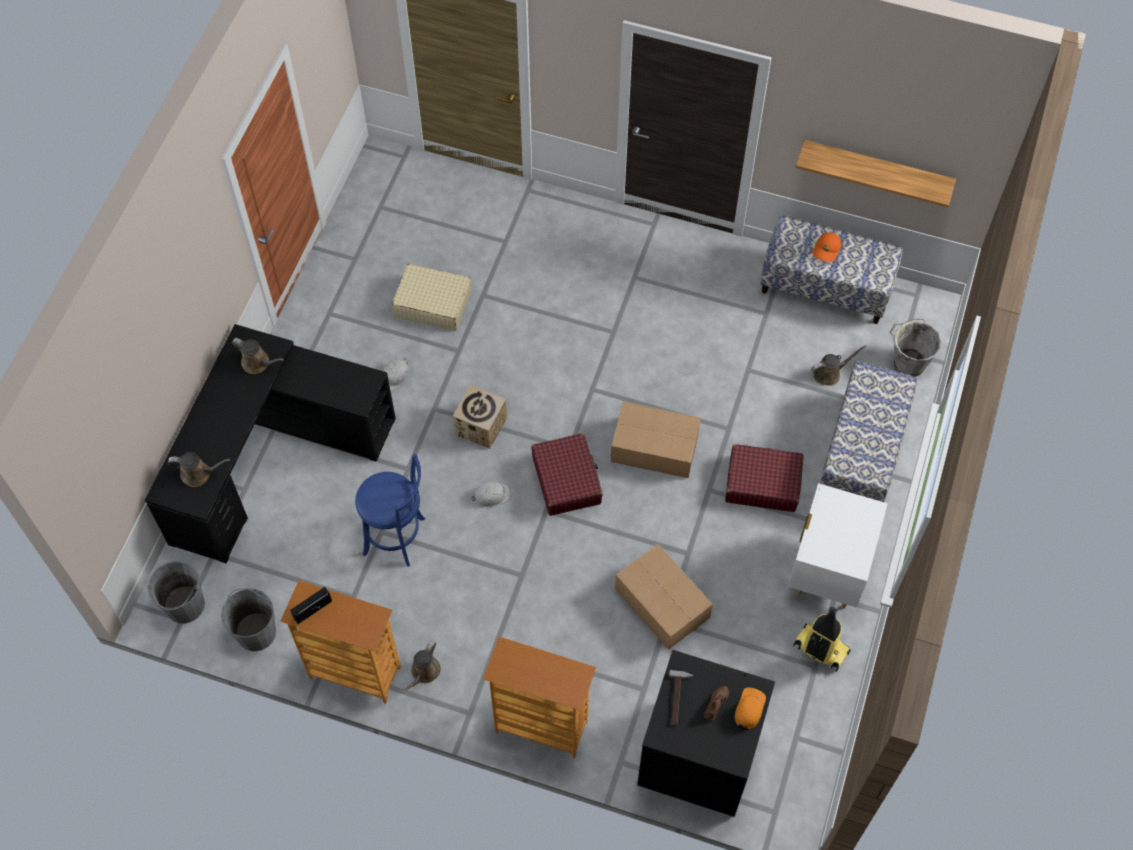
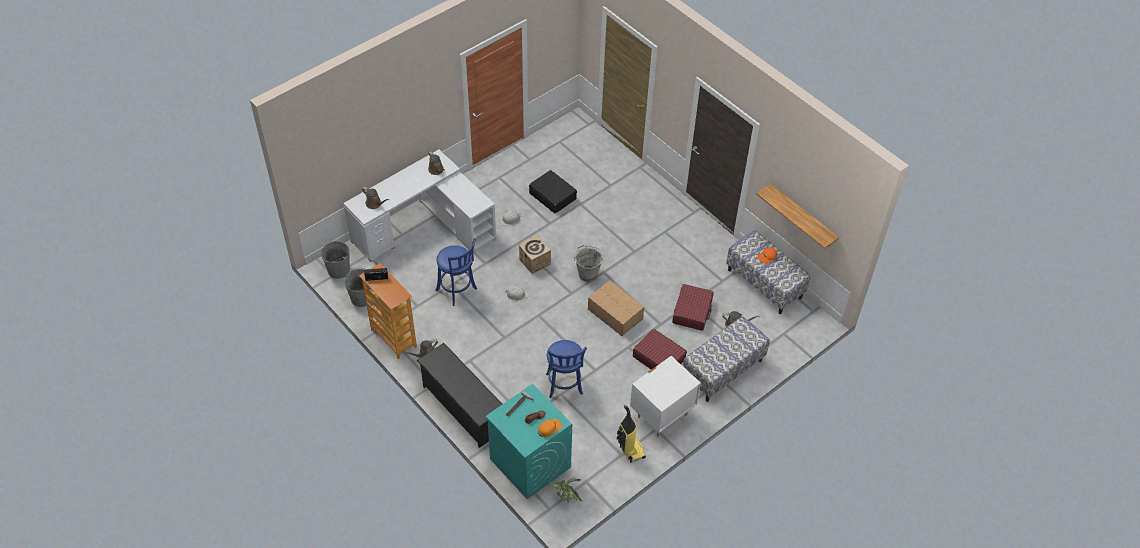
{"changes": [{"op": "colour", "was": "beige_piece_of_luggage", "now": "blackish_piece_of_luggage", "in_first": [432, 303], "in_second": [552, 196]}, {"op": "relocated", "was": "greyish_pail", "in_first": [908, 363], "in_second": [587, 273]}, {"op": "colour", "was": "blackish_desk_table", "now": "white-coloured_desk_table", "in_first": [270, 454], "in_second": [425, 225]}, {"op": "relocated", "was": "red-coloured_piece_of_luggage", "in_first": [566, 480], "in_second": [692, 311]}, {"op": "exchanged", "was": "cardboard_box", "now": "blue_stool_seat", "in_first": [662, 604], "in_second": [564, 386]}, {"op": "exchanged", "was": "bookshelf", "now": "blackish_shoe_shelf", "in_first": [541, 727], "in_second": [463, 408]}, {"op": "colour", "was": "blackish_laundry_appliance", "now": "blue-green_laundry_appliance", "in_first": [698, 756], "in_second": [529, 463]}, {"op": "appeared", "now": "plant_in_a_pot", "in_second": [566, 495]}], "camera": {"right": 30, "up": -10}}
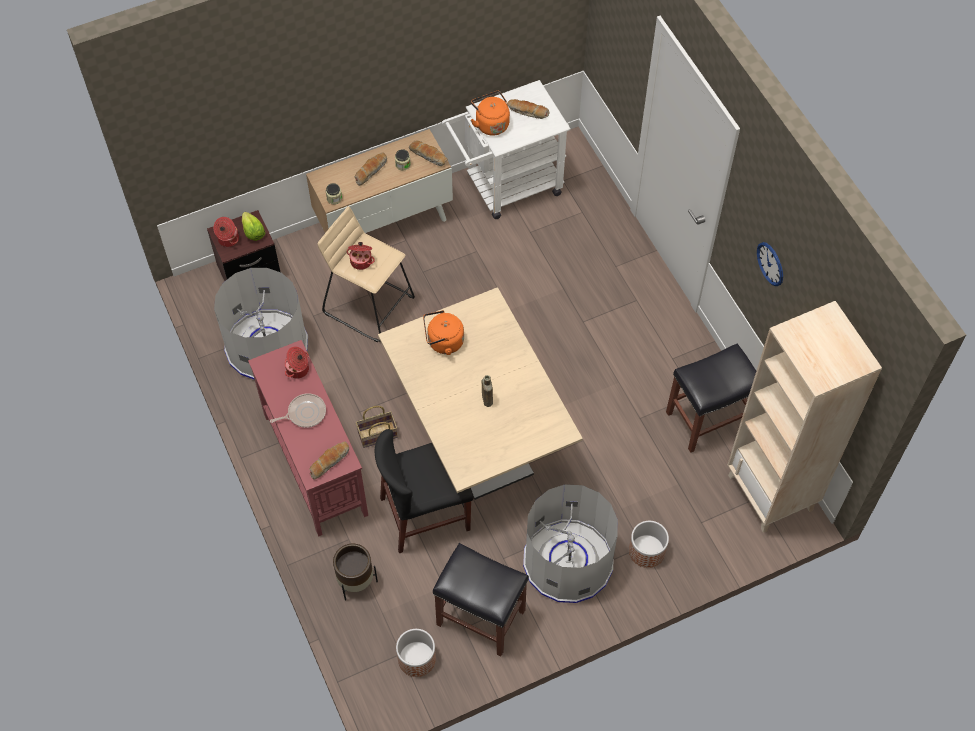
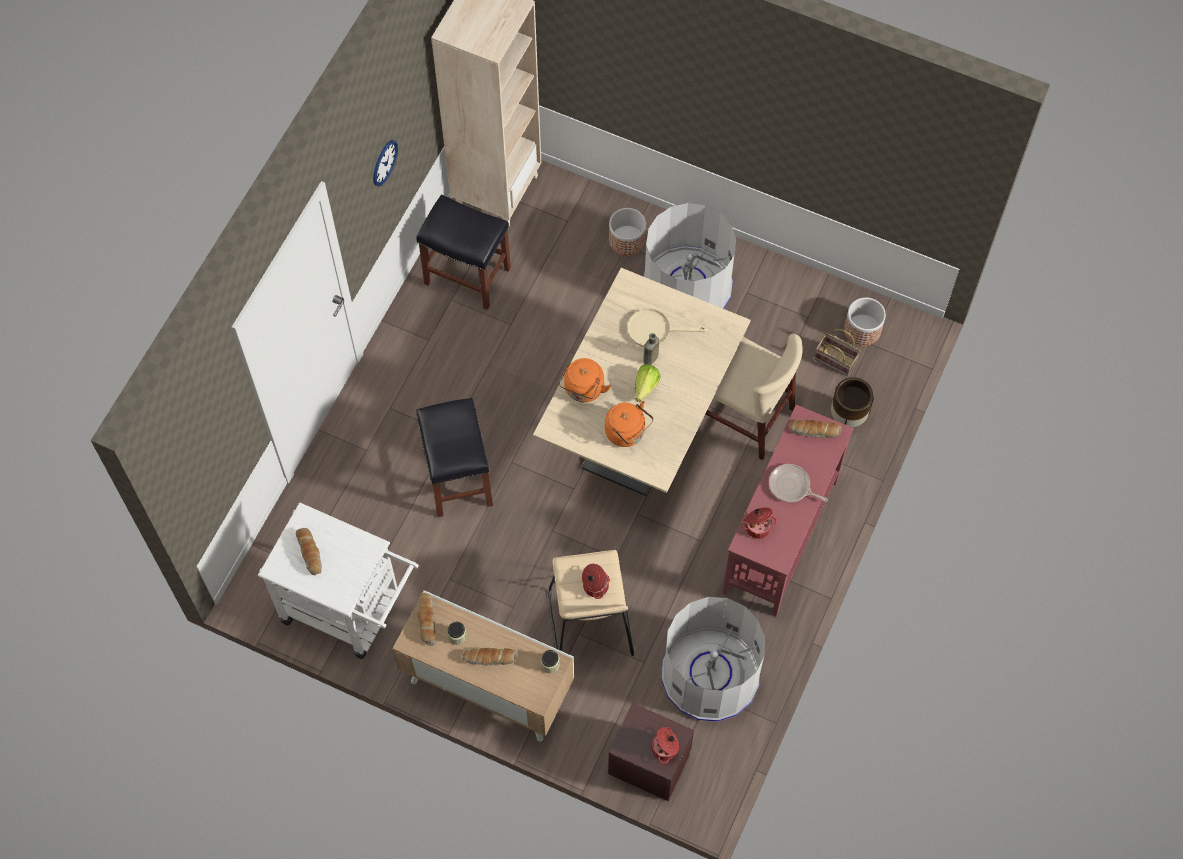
{"changes": [{"op": "relocated", "was": "orangey_kettle", "in_first": [491, 123], "in_second": [583, 390]}, {"op": "relocated", "was": "lettuce", "in_first": [253, 232], "in_second": [645, 387]}, {"op": "relocated", "was": "storage_basket", "in_first": [377, 435], "in_second": [837, 360]}, {"op": "colour", "was": "blackish_plain_chair", "now": "beige_plain_chair", "in_first": [425, 514], "in_second": [744, 416]}, {"op": "relocated", "was": "blackish_stool_seat", "in_first": [482, 617], "in_second": [457, 477]}, {"op": "appeared", "now": "beige_frying_pan", "in_second": [655, 329]}], "camera": {"right": -130, "up": 5}}
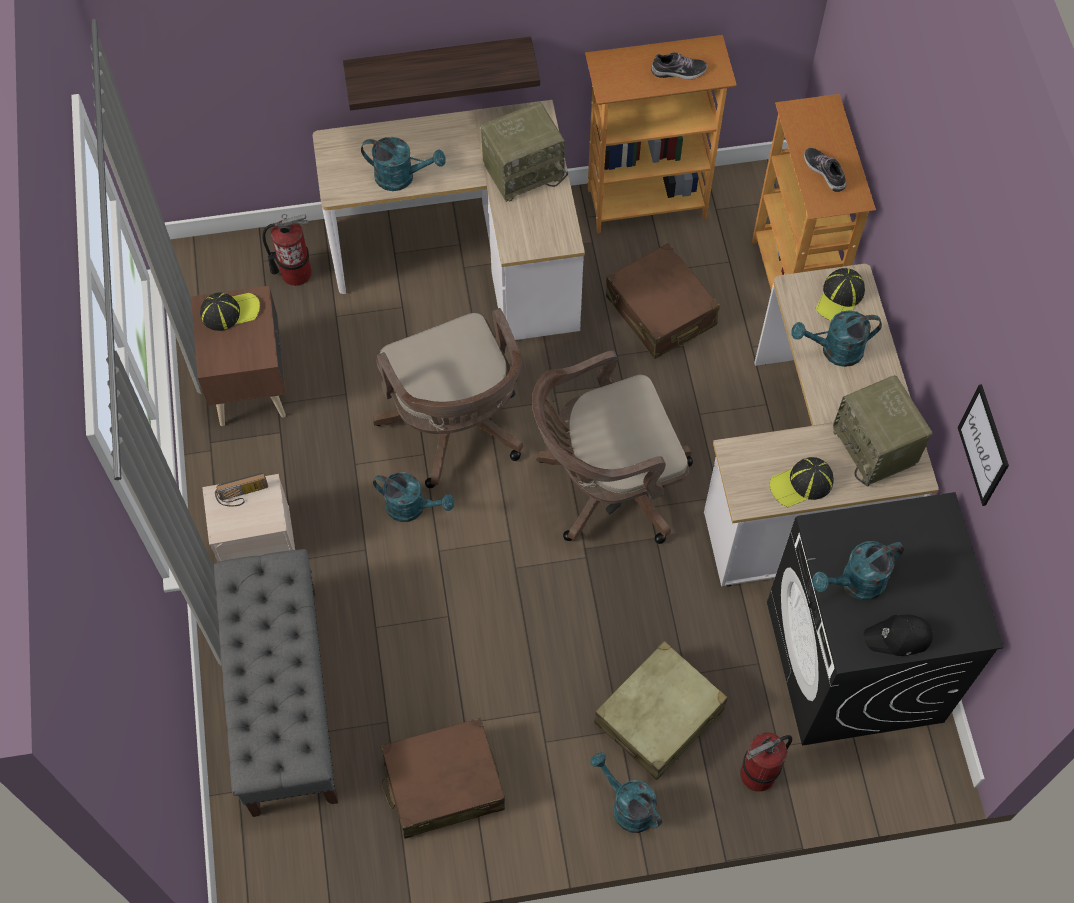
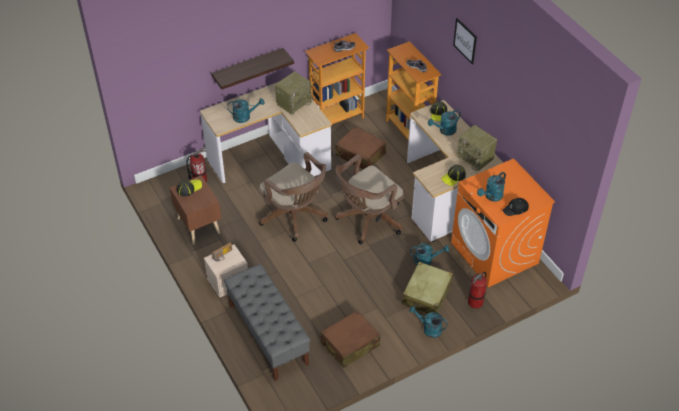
{"changes": [{"op": "relocated", "was": "wall_art", "in_first": [983, 445], "in_second": [465, 41]}, {"op": "relocated", "was": "blue-green_watering_can", "in_first": [412, 507], "in_second": [426, 260]}, {"op": "colour", "was": "blackish_laundry_appliance", "now": "orangey_laundry_appliance", "in_first": [854, 662], "in_second": [495, 253]}], "camera": {"right": -20, "up": -15}}
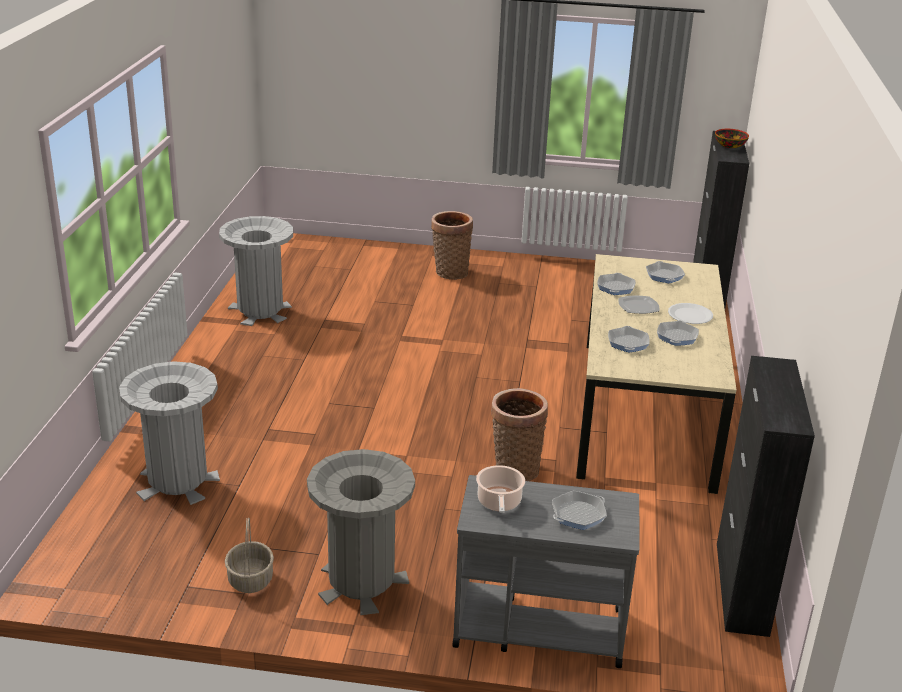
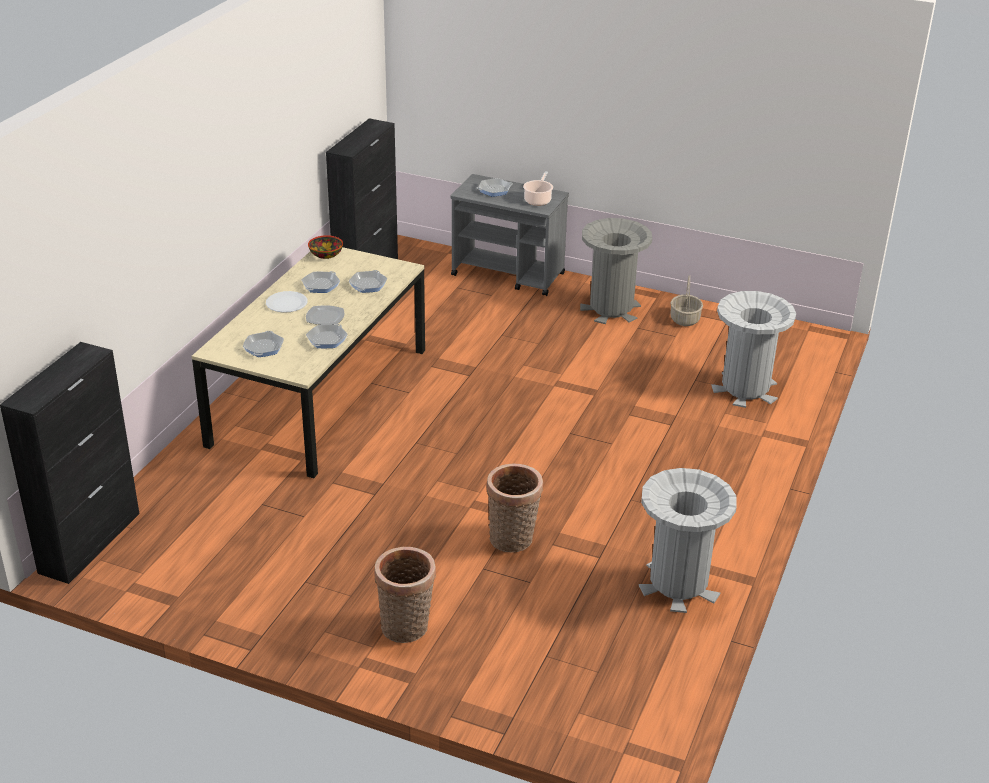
{"changes": [{"op": "relocated", "was": "bowl", "in_first": [730, 145], "in_second": [325, 255]}, {"op": "relocated", "was": "storage_basket", "in_first": [514, 468], "in_second": [513, 540]}], "camera": {"right": -165, "up": 5}}
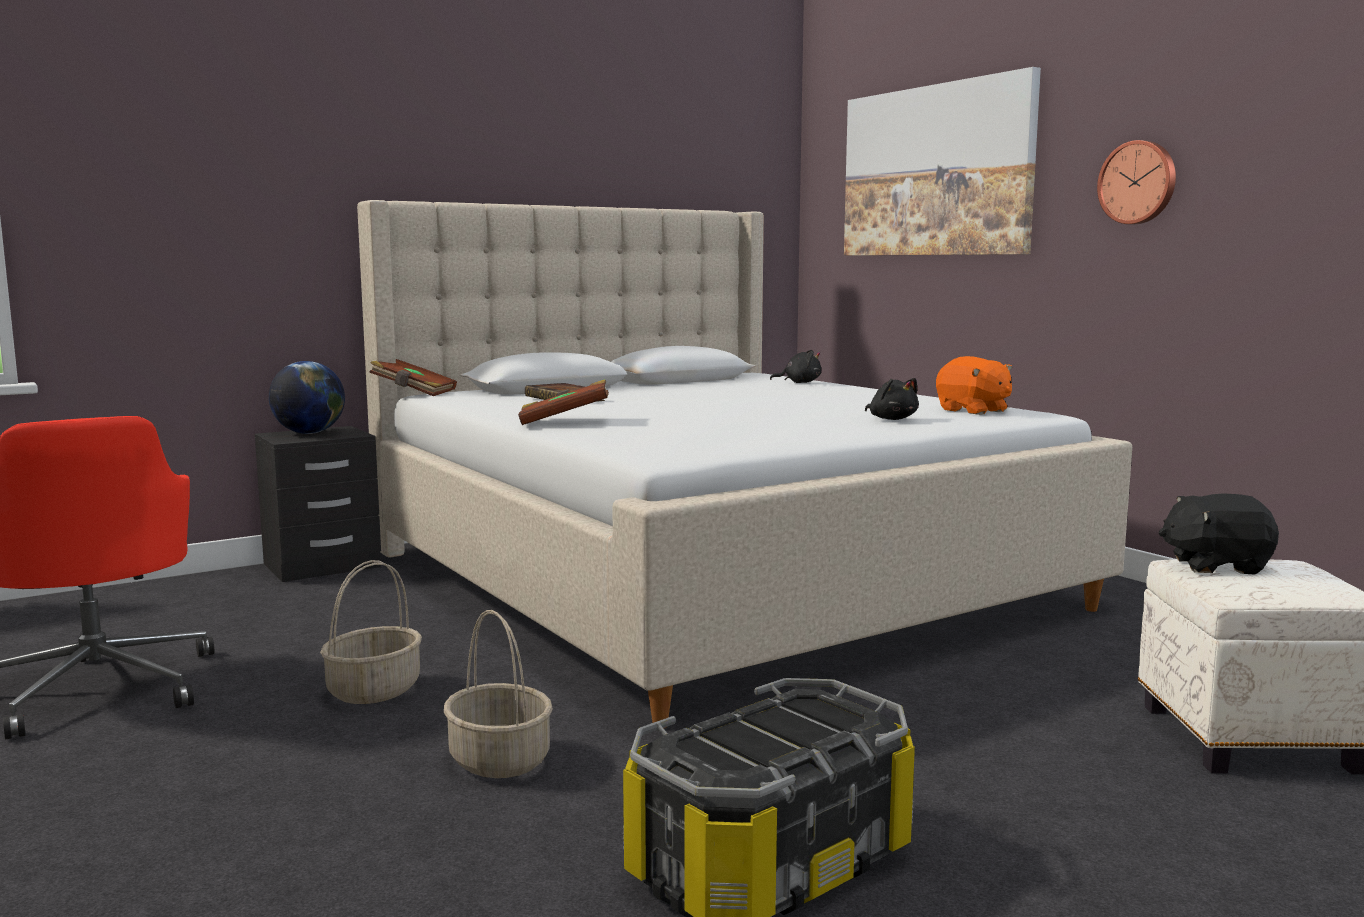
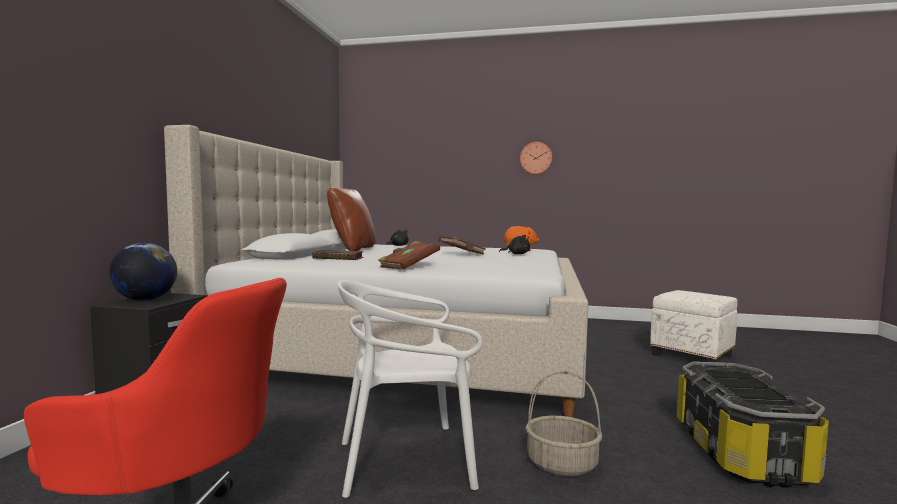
{"changes": [{"op": "missing", "was": "wall_art", "in_first": [936, 171]}, {"op": "relocated", "was": "brown_book", "in_first": [413, 393], "in_second": [462, 254]}, {"op": "missing", "was": "blackish_soft_toy", "in_first": [1215, 566]}, {"op": "exchanged", "was": "storage_basket", "now": "white-coloured_plain_chair", "in_first": [374, 690], "in_second": [406, 461]}, {"op": "appeared", "now": "brown_pillow", "in_second": [353, 249]}], "camera": {"right": -45, "up": -5}}
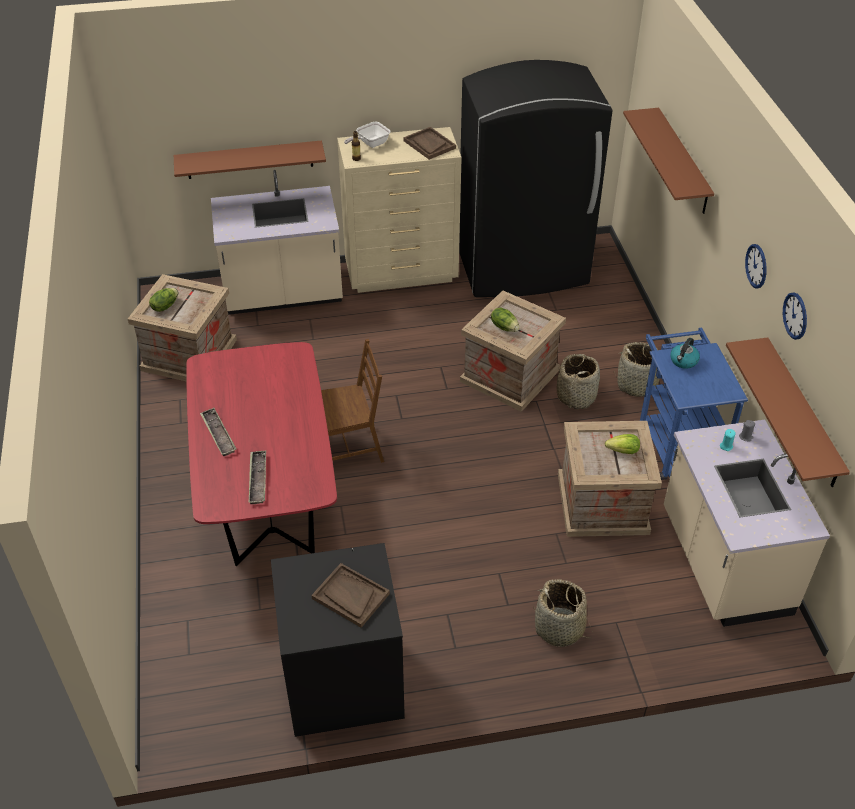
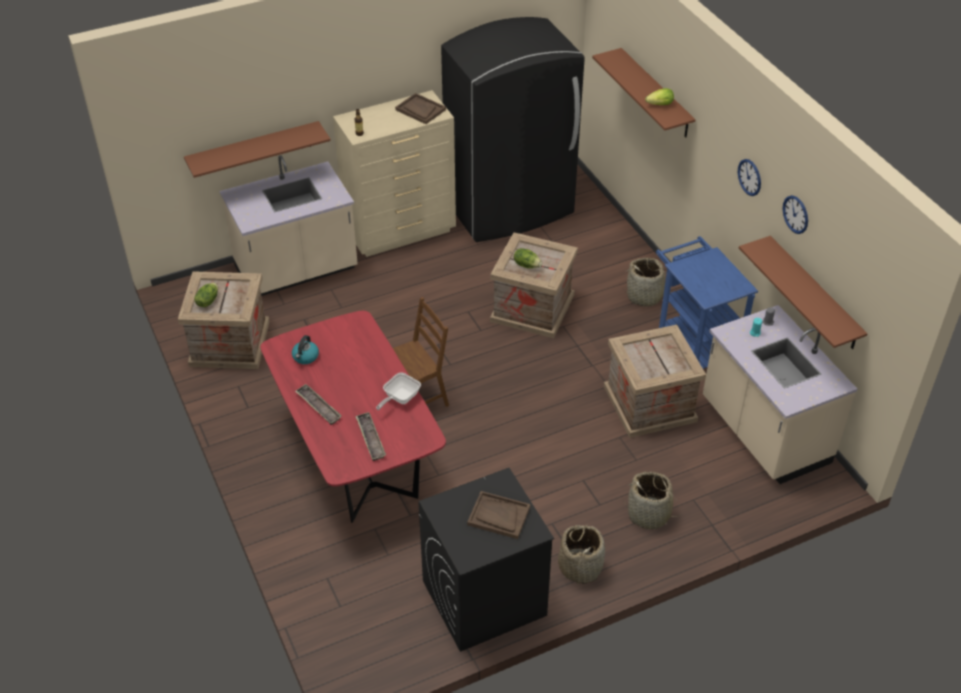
{"changes": [{"op": "relocated", "was": "frying_pan", "in_first": [370, 144], "in_second": [399, 399]}, {"op": "relocated", "was": "kettle", "in_first": [683, 361], "in_second": [305, 357]}, {"op": "relocated", "was": "storage_basket", "in_first": [576, 396], "in_second": [580, 566]}, {"op": "relocated", "was": "lettuce", "in_first": [623, 451], "in_second": [660, 105]}], "camera": {"right": -15, "up": 0}}
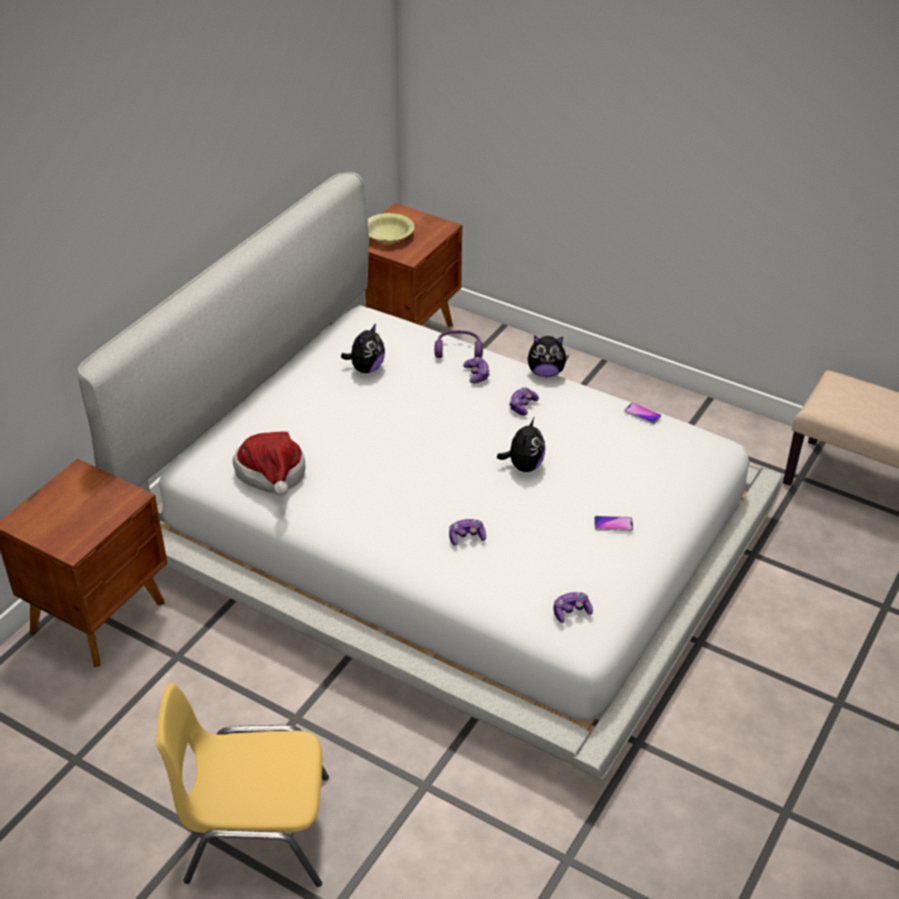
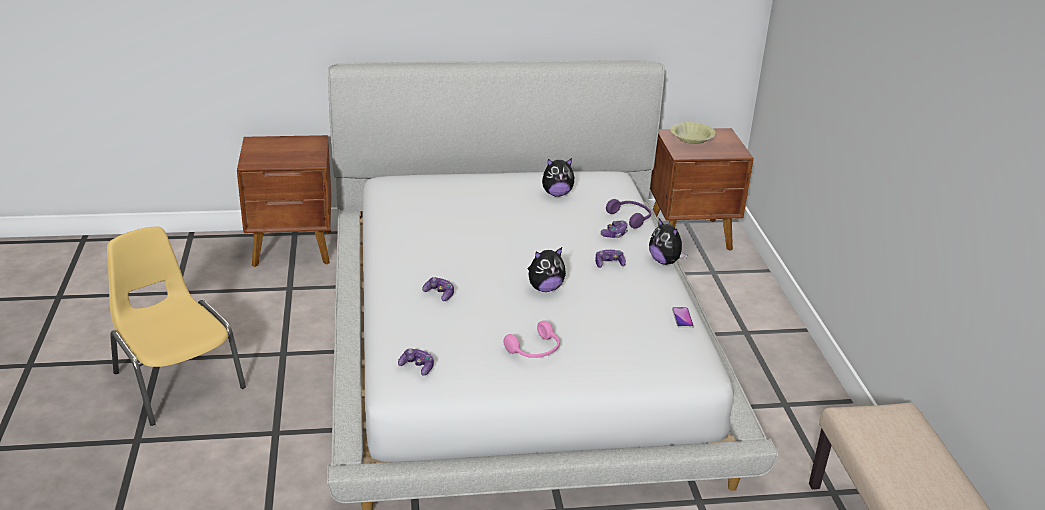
{"changes": [{"op": "missing", "was": "wearable_hat", "in_first": [272, 477]}, {"op": "exchanged", "was": "phone", "now": "pink-coloured_headset", "in_first": [613, 524], "in_second": [535, 350]}], "camera": {"right": 50, "up": -10}}
